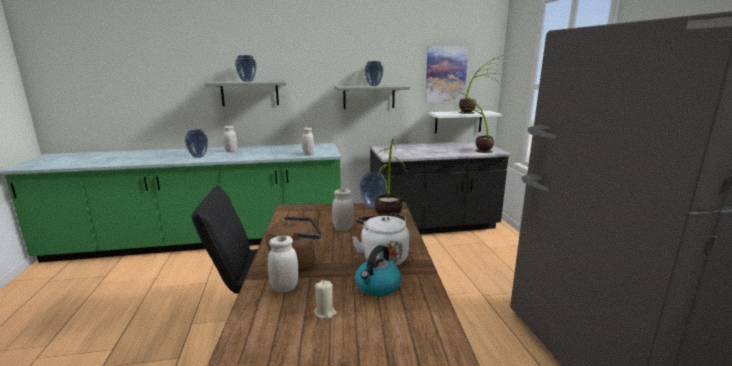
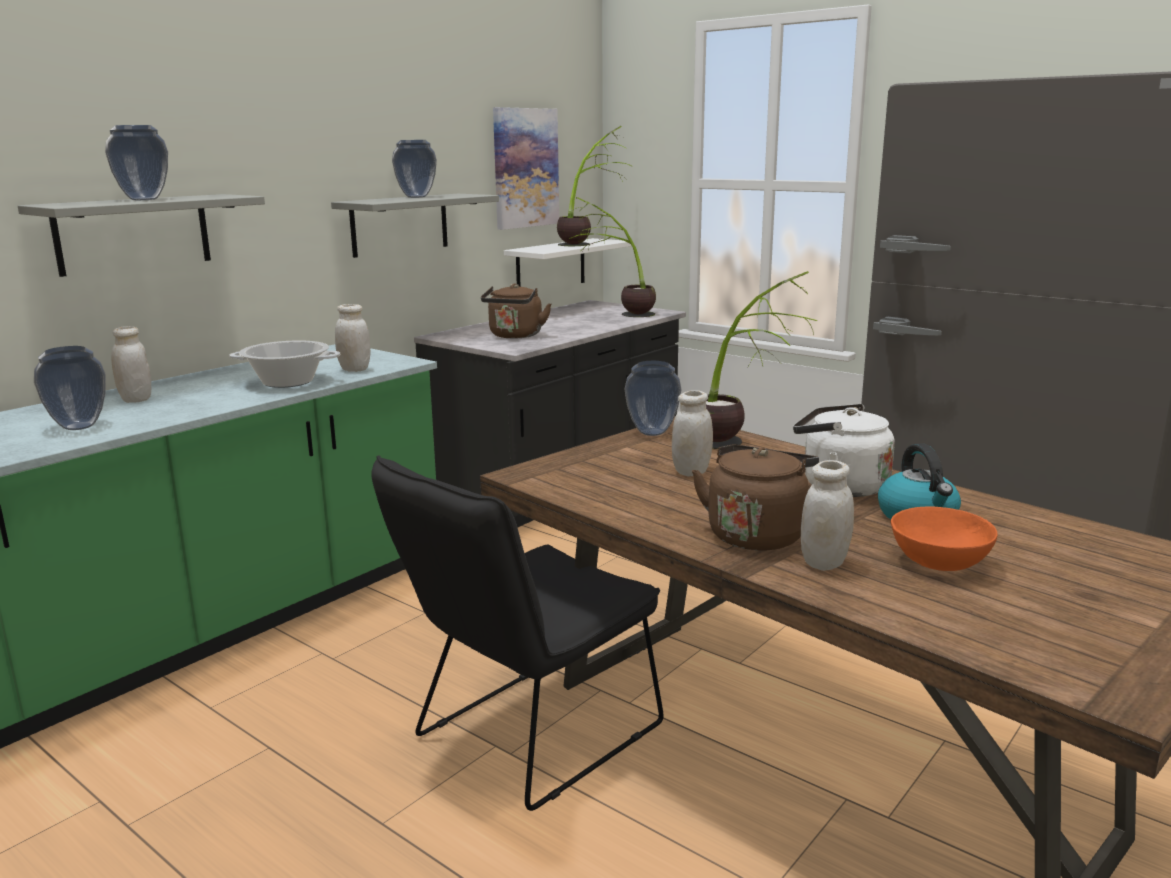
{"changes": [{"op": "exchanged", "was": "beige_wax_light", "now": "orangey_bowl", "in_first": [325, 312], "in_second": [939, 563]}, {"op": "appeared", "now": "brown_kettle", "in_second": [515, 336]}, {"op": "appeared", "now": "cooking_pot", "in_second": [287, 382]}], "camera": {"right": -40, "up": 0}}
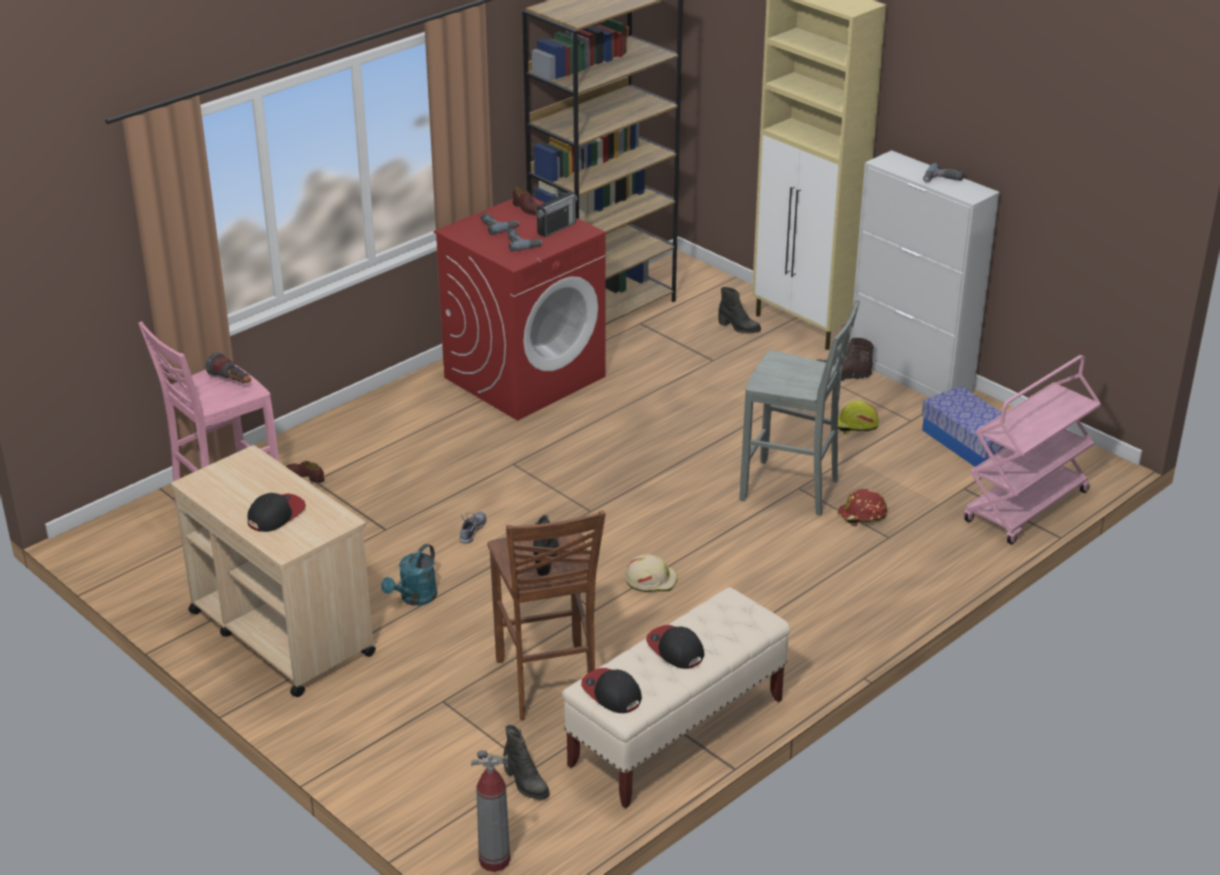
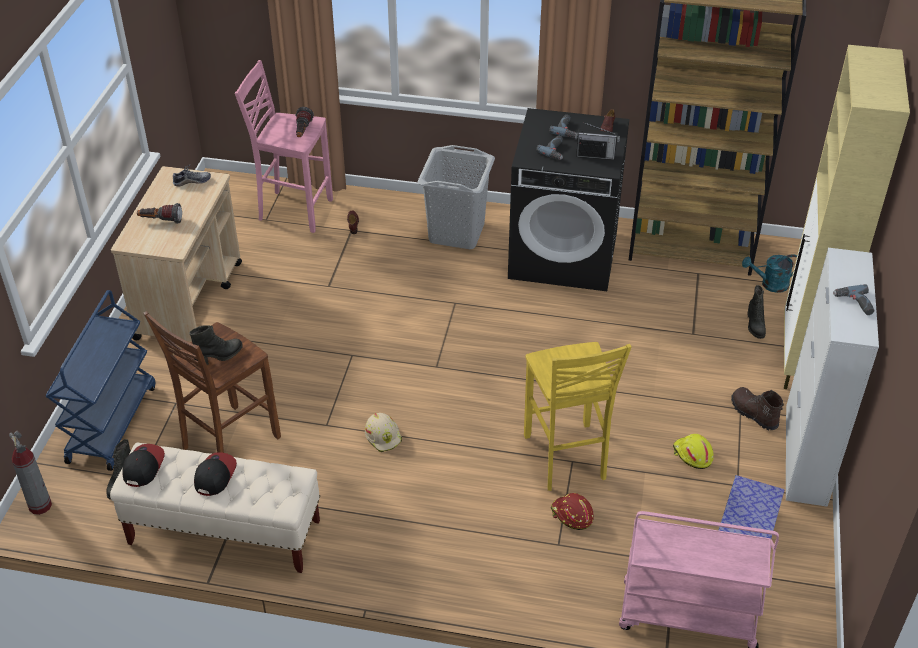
{"changes": [{"op": "colour", "was": "red-coloured_laundry_appliance", "now": "blackish_laundry_appliance", "in_first": [525, 376], "in_second": [564, 255]}, {"op": "colour", "was": "greyish_stool_seat", "now": "yellow-coloured_stool_seat", "in_first": [792, 490], "in_second": [566, 459]}, {"op": "exchanged", "was": "baseball_cap", "now": "flashlight", "in_first": [276, 515], "in_second": [161, 221]}, {"op": "relocated", "was": "low_shoe", "in_first": [472, 531], "in_second": [192, 181]}, {"op": "relocated", "was": "blue-green_watering_can", "in_first": [414, 598], "in_second": [769, 284]}, {"op": "appeared", "now": "greyish_washing_basket", "in_second": [457, 232]}, {"op": "appeared", "now": "blue_trolley", "in_second": [111, 423]}], "camera": {"right": 55, "up": 10}}
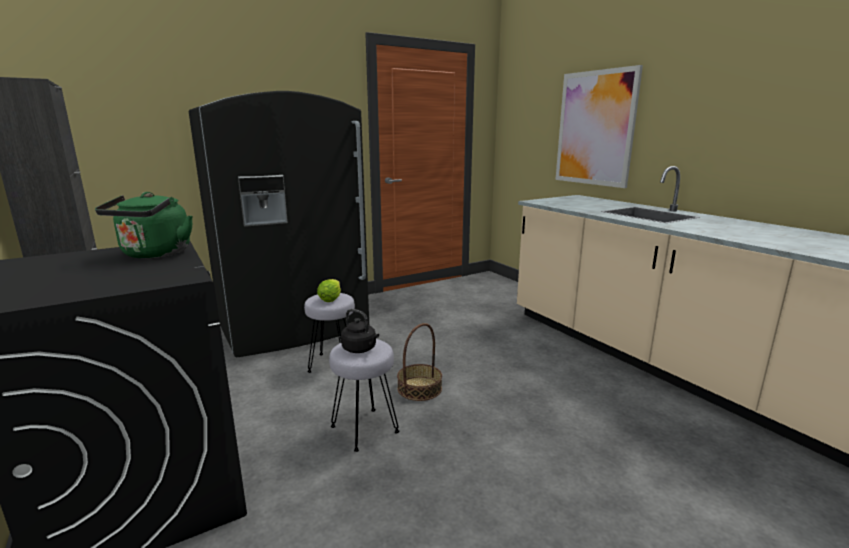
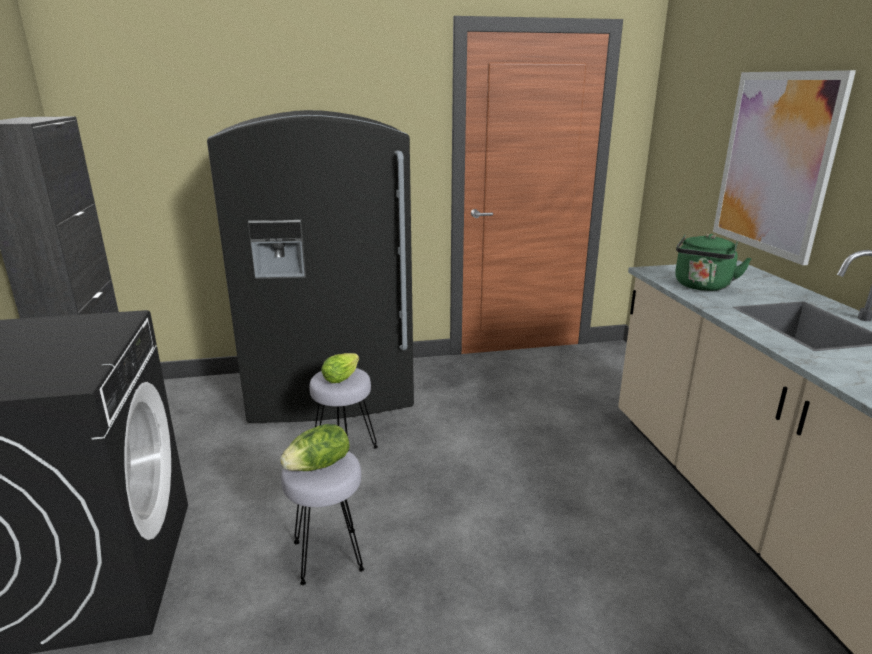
{"changes": [{"op": "relocated", "was": "green-coloured_kettle", "in_first": [154, 254], "in_second": [702, 286]}, {"op": "exchanged", "was": "blackish_kettle", "now": "lettuce", "in_first": [360, 349], "in_second": [319, 466]}, {"op": "missing", "was": "storage_basket", "in_first": [419, 388]}], "camera": {"right": 20, "up": 5}}
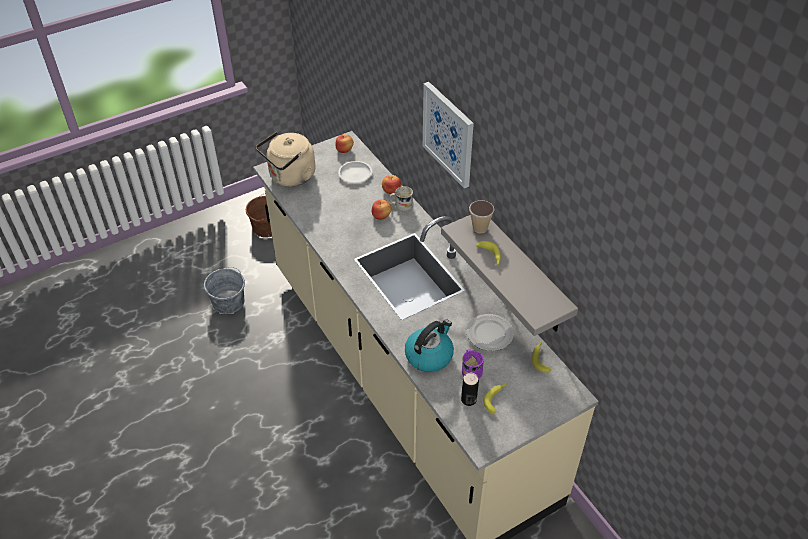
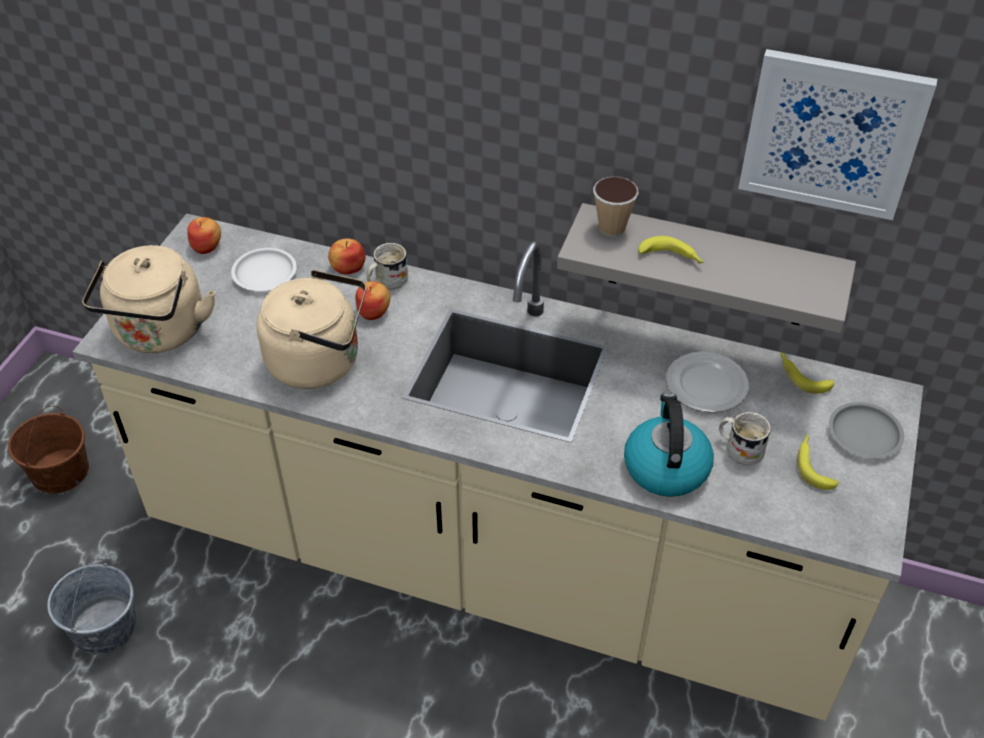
{"changes": [{"op": "relocated", "was": "wall_art", "in_first": [449, 134], "in_second": [832, 133]}, {"op": "colour", "was": "purple-coloured_coffee_mug", "now": "white-coloured_coffee_mug", "in_first": [471, 369], "in_second": [739, 449]}, {"op": "missing", "was": "sealed_can", "in_first": [468, 400]}, {"op": "appeared", "now": "beige_kettle", "in_second": [320, 361]}, {"op": "appeared", "now": "greyish_dinner_plate", "in_second": [865, 434]}], "camera": {"right": -40, "up": 0}}
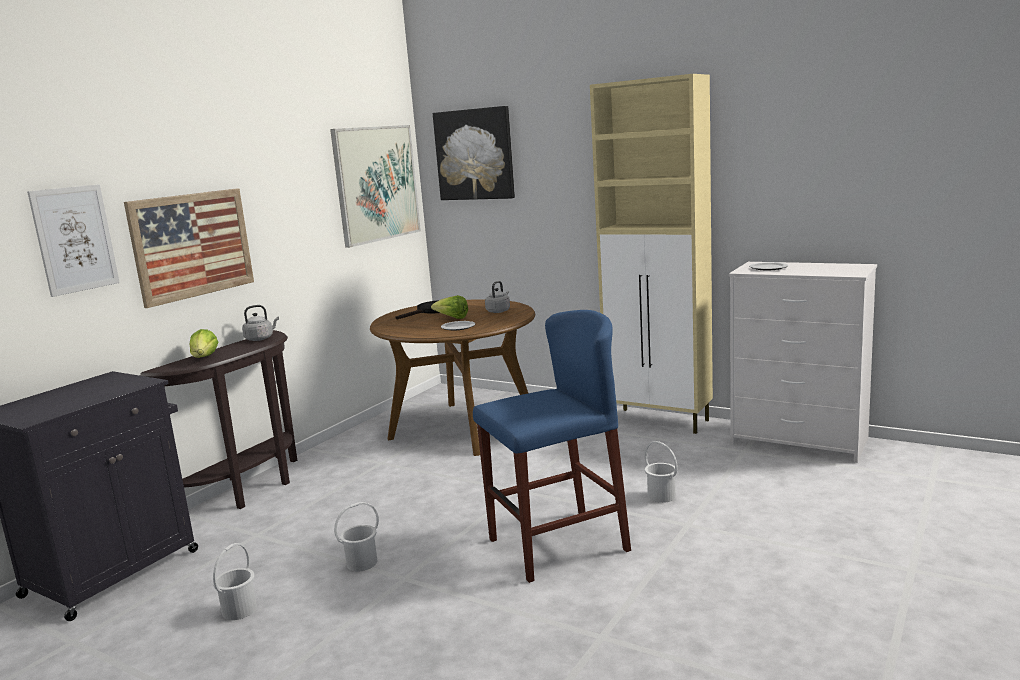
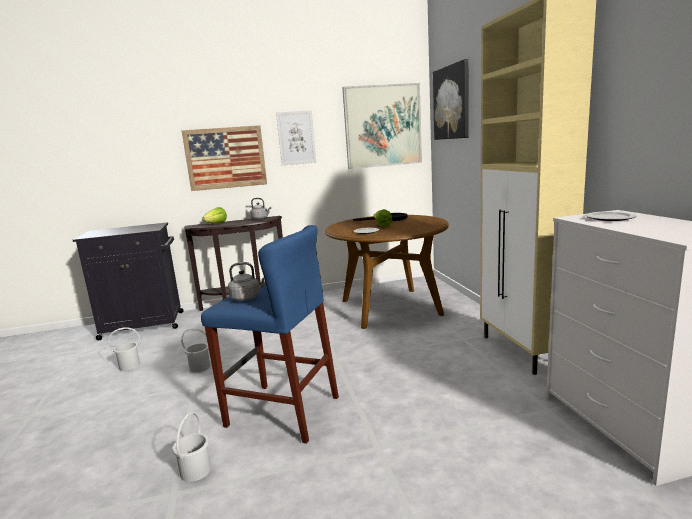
{"changes": [{"op": "relocated", "was": "wall_art", "in_first": [74, 239], "in_second": [296, 138]}, {"op": "relocated", "was": "greyish_kettle", "in_first": [499, 311], "in_second": [247, 298]}, {"op": "relocated", "was": "white-coloured_pail", "in_first": [661, 496], "in_second": [195, 471]}], "camera": {"right": 45, "up": 0}}
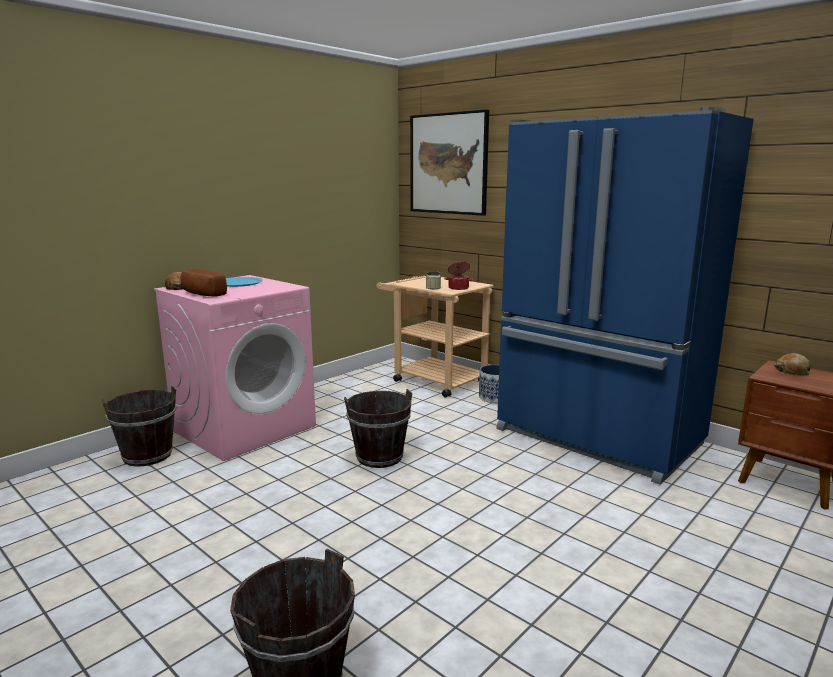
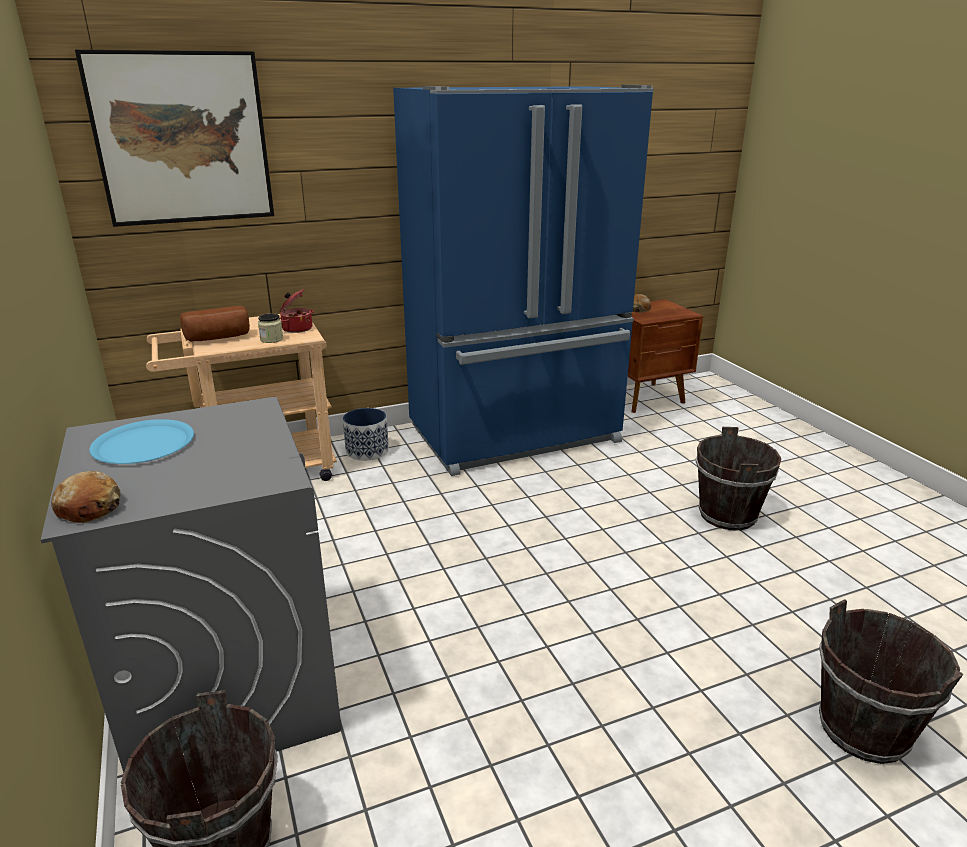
{"changes": [{"op": "relocated", "was": "bakery_bread", "in_first": [201, 294], "in_second": [218, 338]}, {"op": "colour", "was": "pink-coloured_laundry_appliance", "now": "greyish_laundry_appliance", "in_first": [245, 428], "in_second": [230, 686]}, {"op": "relocated", "was": "brown_pail", "in_first": [379, 457], "in_second": [728, 515]}], "camera": {"right": -65, "up": 10}}
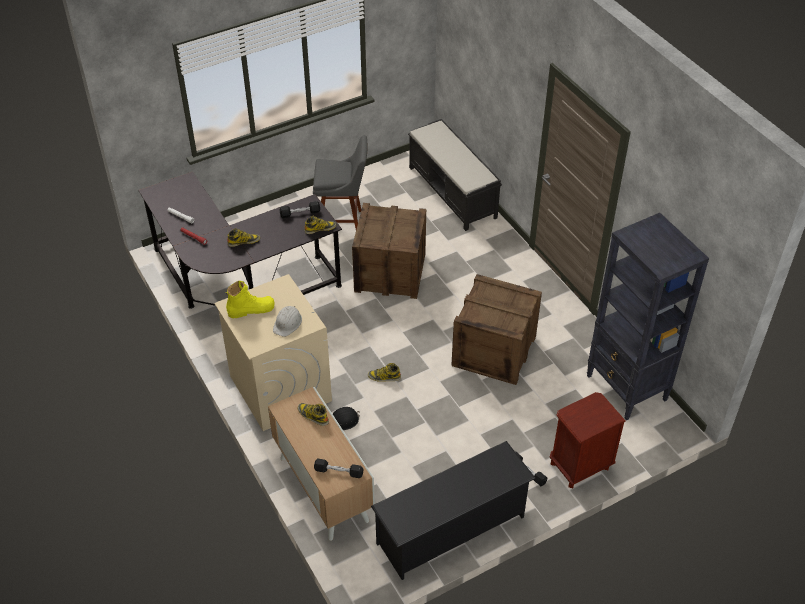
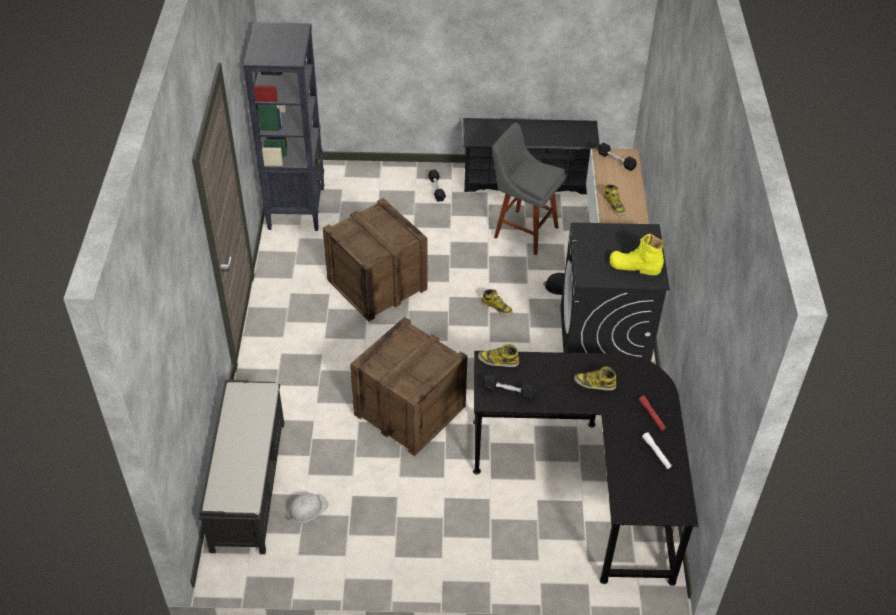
{"changes": [{"op": "relocated", "was": "greyish_stool_seat", "in_first": [343, 224], "in_second": [523, 231]}, {"op": "colour", "was": "beige_laundry_appliance", "now": "blackish_laundry_appliance", "in_first": [279, 388], "in_second": [603, 341]}, {"op": "relocated", "was": "white-coloured_hard_hat", "in_first": [288, 323], "in_second": [307, 509]}, {"op": "missing", "was": "brown_nightstand", "in_first": [579, 466]}], "camera": {"right": -150, "up": 0}}
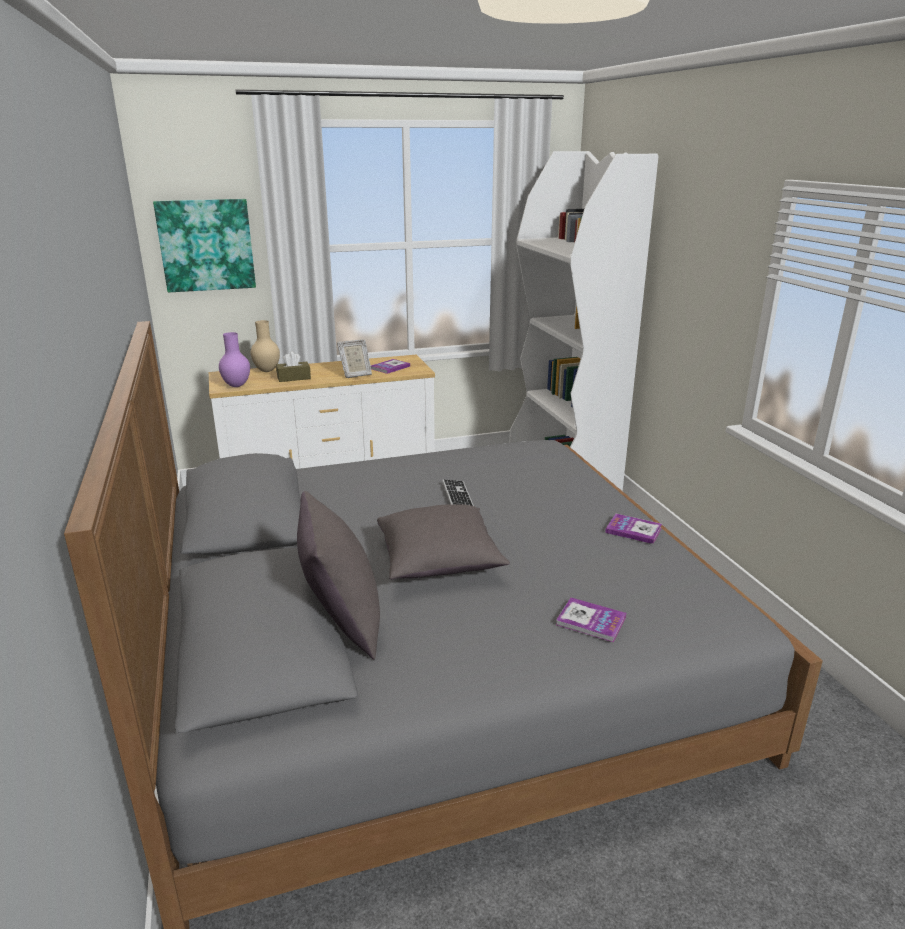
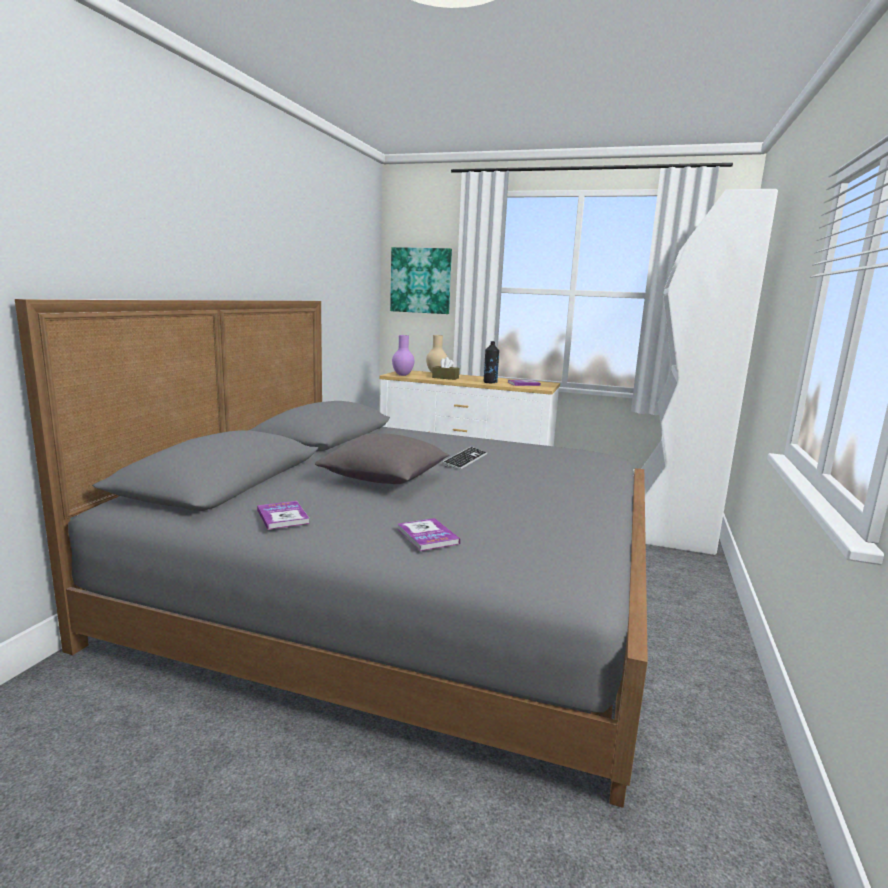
{"changes": [{"op": "exchanged", "was": "picture_frame", "now": "blackish_drink_bottle", "in_first": [355, 374], "in_second": [490, 382]}, {"op": "missing", "was": "greyish_pillow", "in_first": [342, 624]}, {"op": "relocated", "was": "book", "in_first": [633, 530], "in_second": [282, 517]}], "camera": {"right": 35, "up": -10}}
